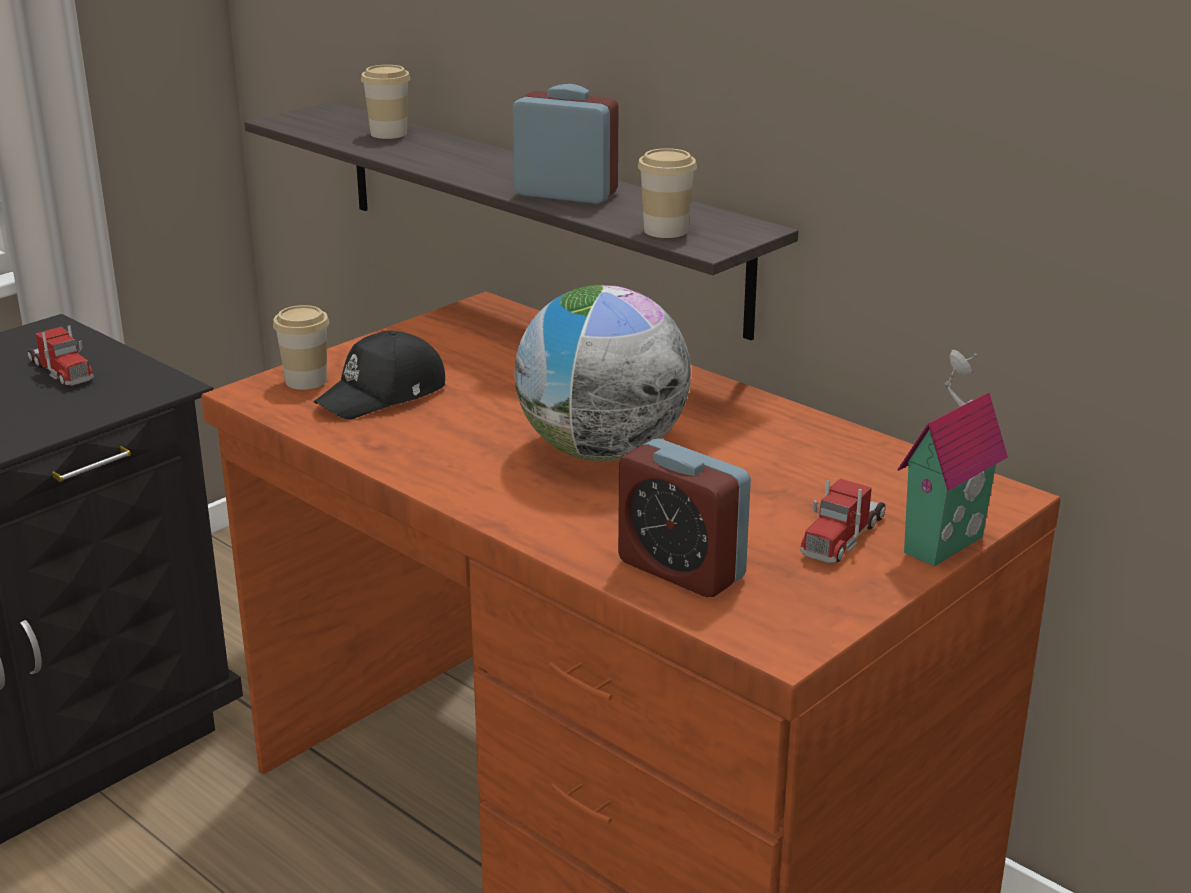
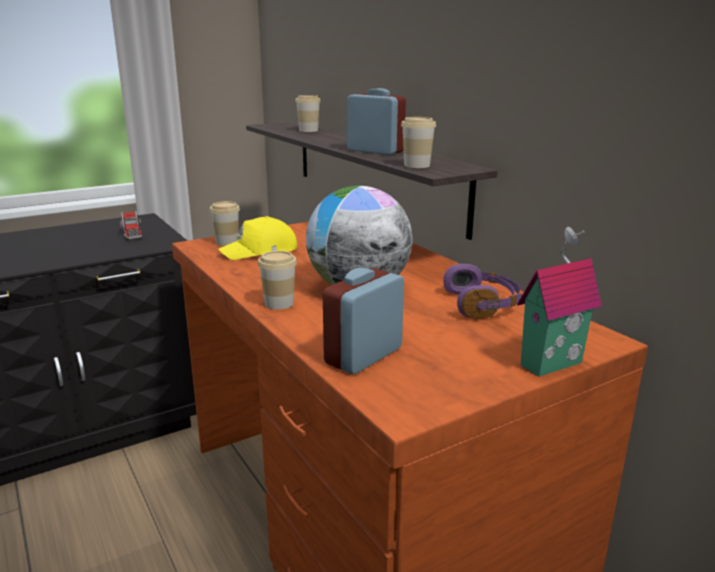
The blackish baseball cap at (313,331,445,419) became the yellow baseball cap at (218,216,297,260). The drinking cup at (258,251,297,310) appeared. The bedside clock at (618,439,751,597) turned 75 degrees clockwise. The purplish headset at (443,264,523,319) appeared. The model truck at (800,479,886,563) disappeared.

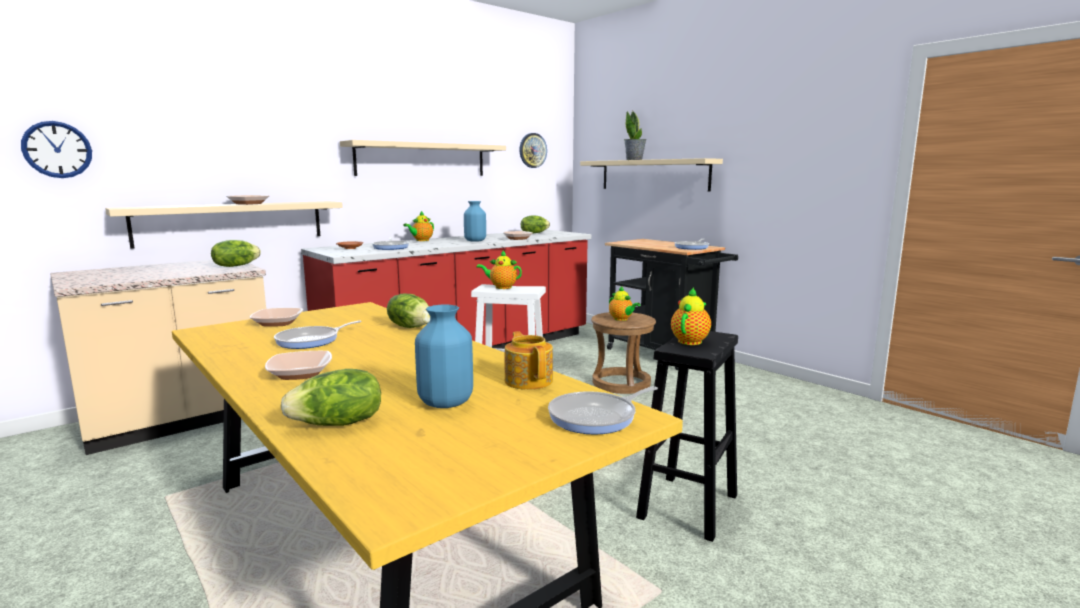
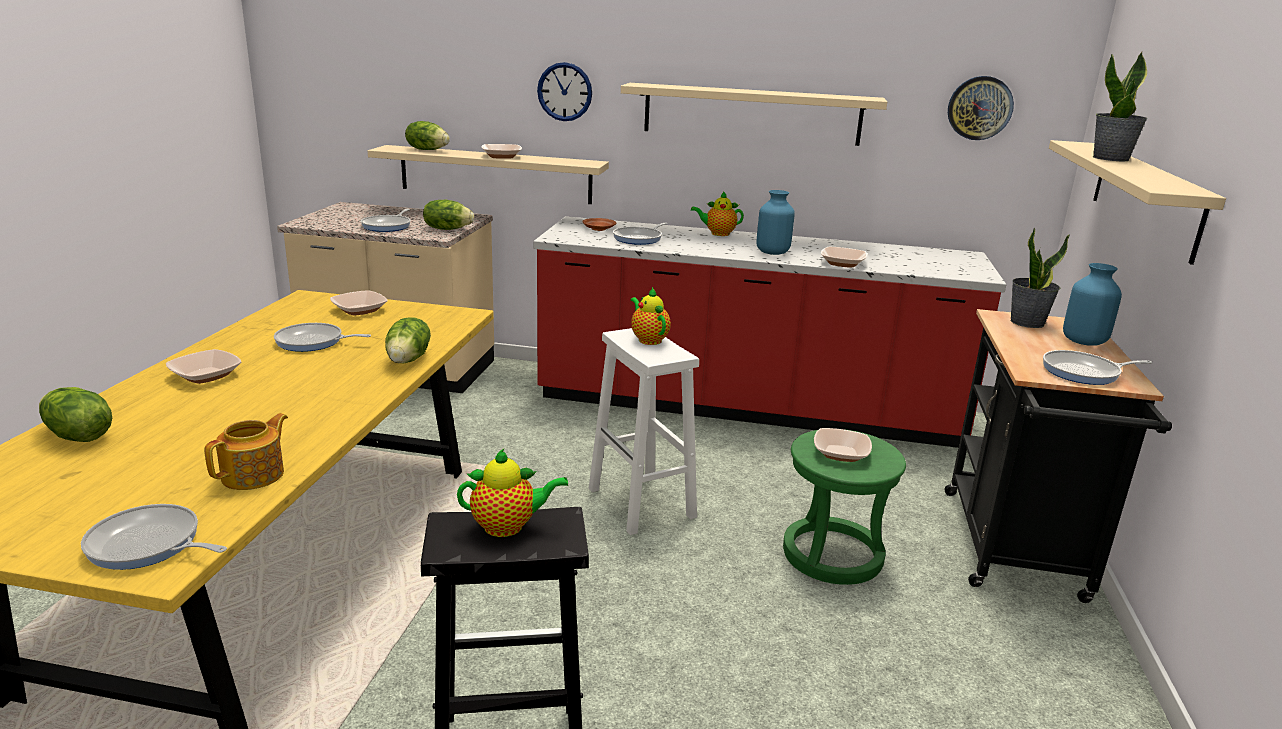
The skillet at (361,209,411,232) appeared. The lettuce moved from (521,215,550,233) to (405,121,450,150). The wall clock moved from (21,121,92,178) to (537,62,592,121). The brown stool seat at (591,312,656,394) became the greenish stool seat at (783,429,906,585). The pot for tea at (609,286,640,321) was replaced by the deep dish at (814,428,872,462). The plant in a pot at (1010,227,1070,328) appeared. The blue-coloured flower vase moved from (415,305,473,408) to (1063,263,1122,346).

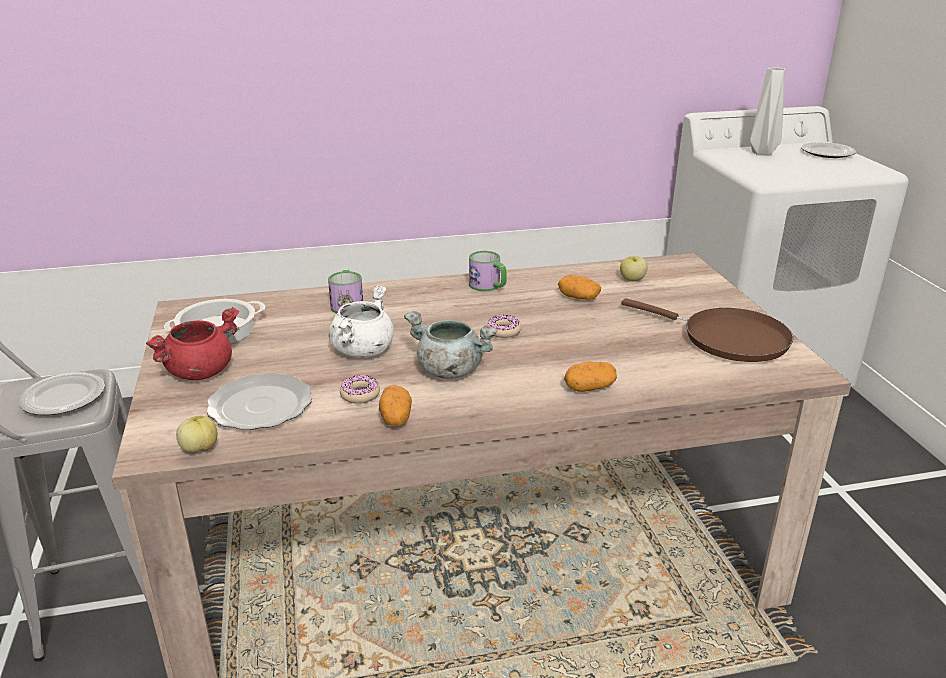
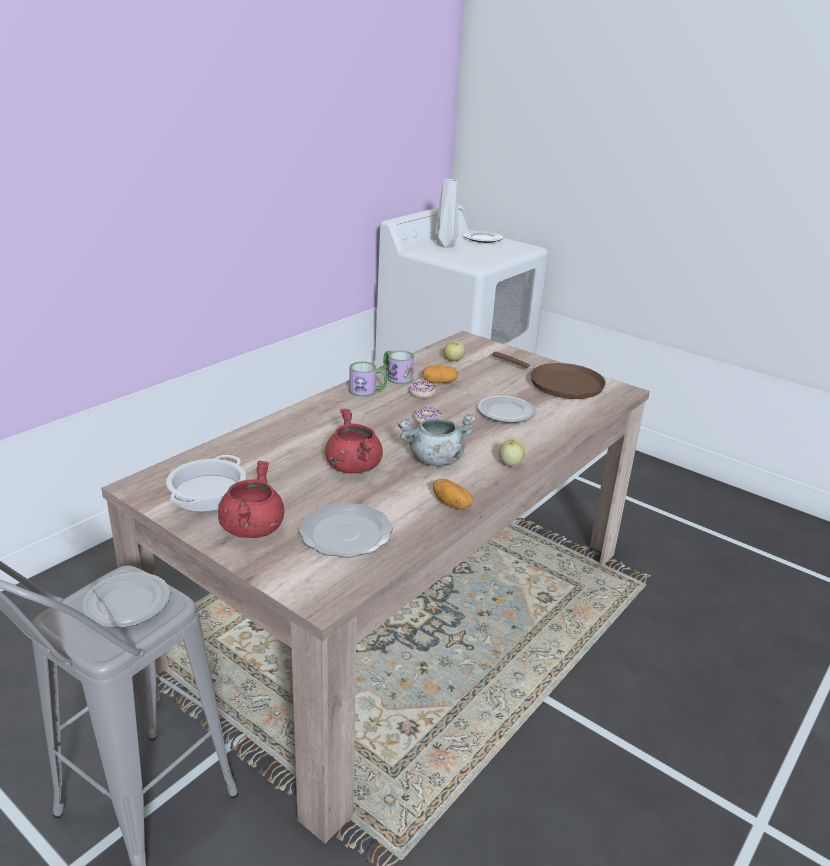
The whitish cooking pot at (329,285,394,357) became the red-coloured cooking pot at (325,409,383,473). The mug moved from (328,270,363,313) to (383,351,414,384). The doughnut moved from (340,375,380,404) to (409,381,436,398). The plate at (478,396,536,423) appeared. The brown skillet at (621,298,793,362) turned 45 degrees clockwise. The apple fruit moved from (176,416,217,453) to (499,439,525,466). The whole potato at (564,361,617,392) disappeared.

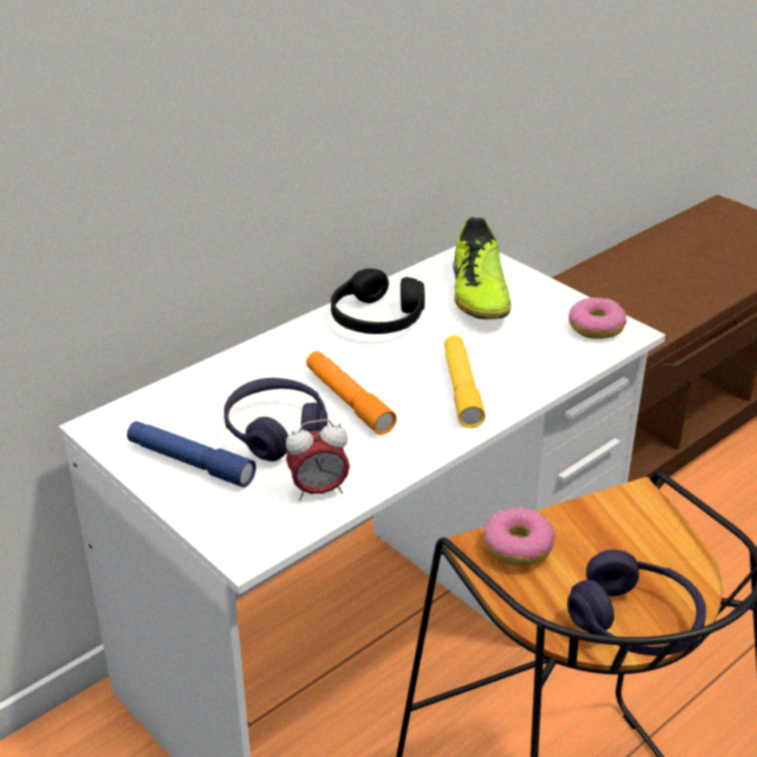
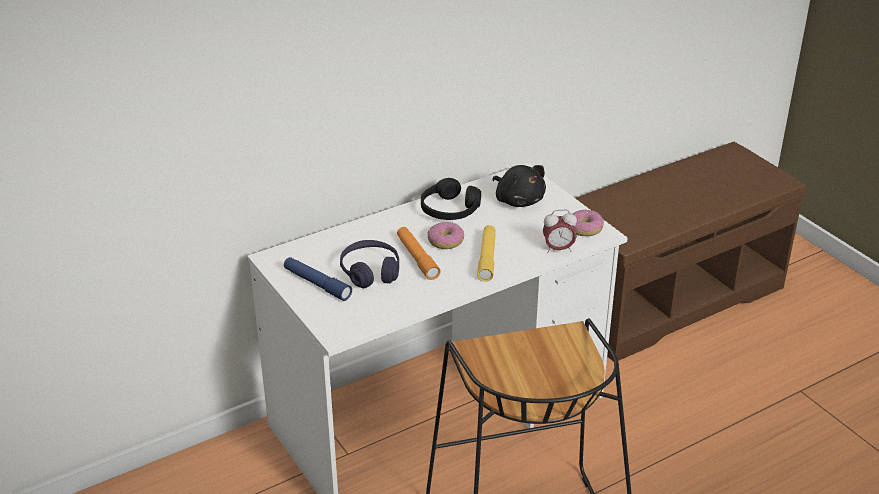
The doughnut moved from (482,507,555,566) to (427,222,464,249). The item of footwear at (453,217,511,319) was replaced by the blackish soft toy at (492,165,546,207). The bedside clock moved from (286,419,350,501) to (543,210,577,253). The purplish headset at (567,549,706,656) disappeared.

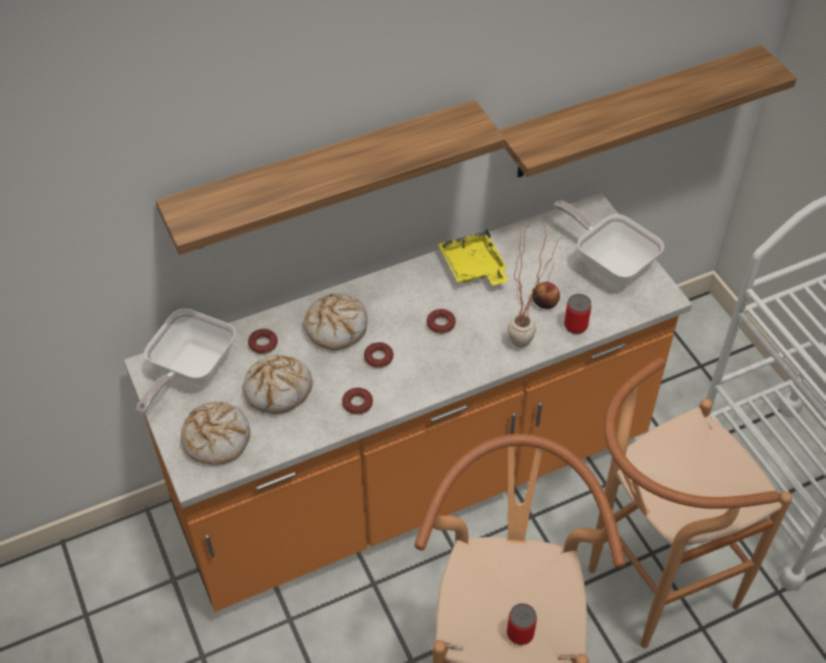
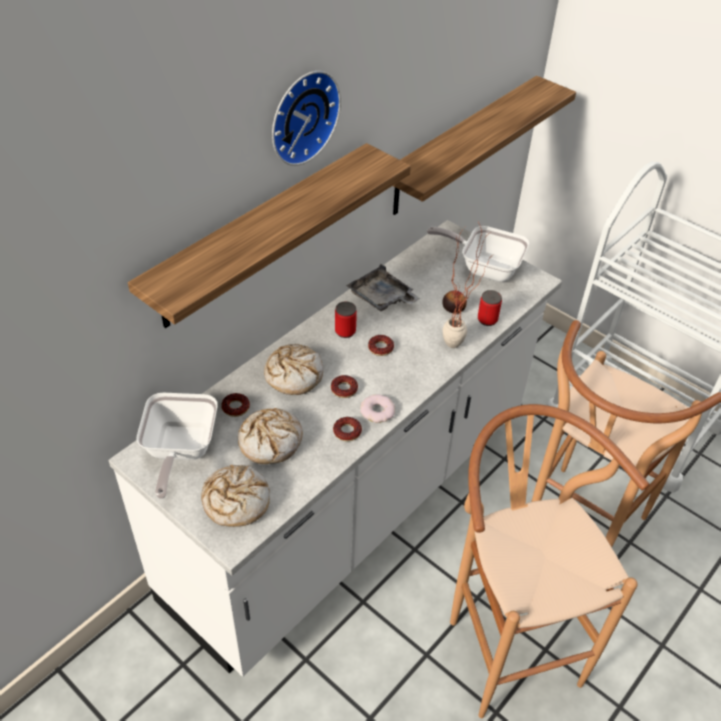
The orange kitchen base unit at (124,193,692,612) became the whitish kitchen base unit at (108,220,562,677). The wall clock at (272,71,341,166) appeared. The metal can moved from (507,603,537,645) to (335,301,357,338). The yellow carrying tray at (438,229,509,285) became the greyish carrying tray at (346,263,420,311). The doughnut at (360,394,395,423) appeared.

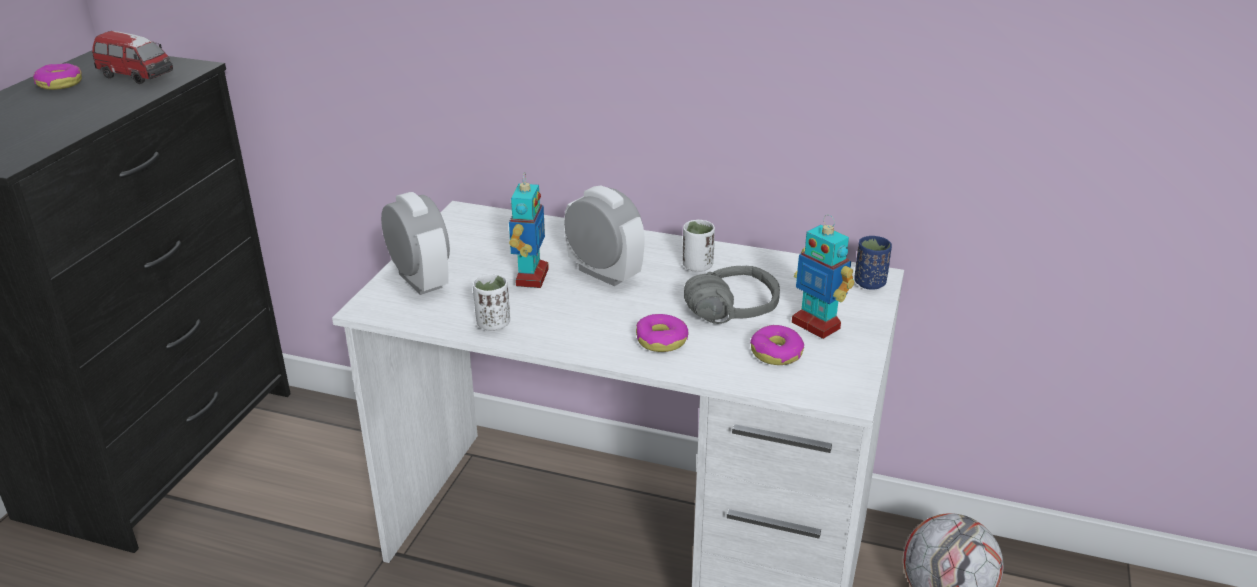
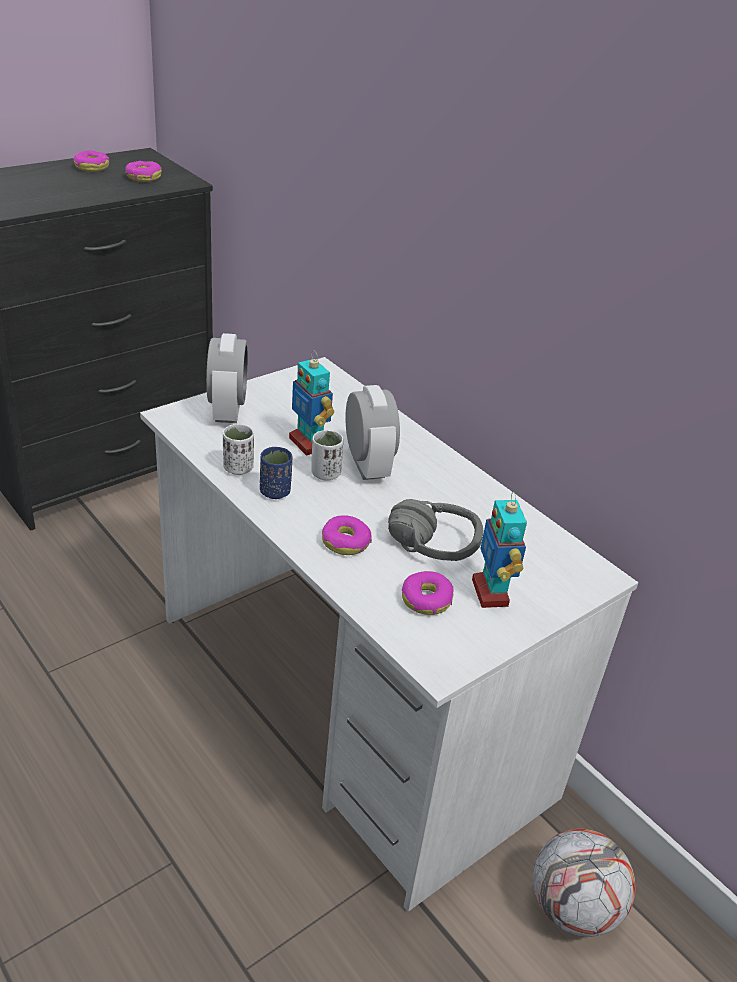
The model car at (92,31,173,84) was replaced by the doughnut at (125,161,162,182). The blue-coloured drinking cup moved from (854,236,892,290) to (260,447,292,499). The model robot at (509,172,549,288) turned 105 degrees clockwise. The whitish drinking cup moved from (683,220,715,272) to (311,430,343,481).

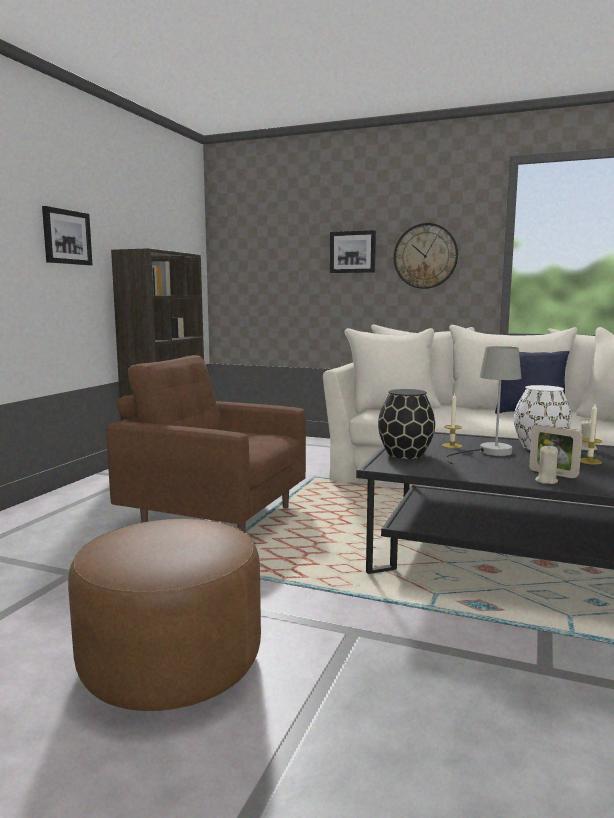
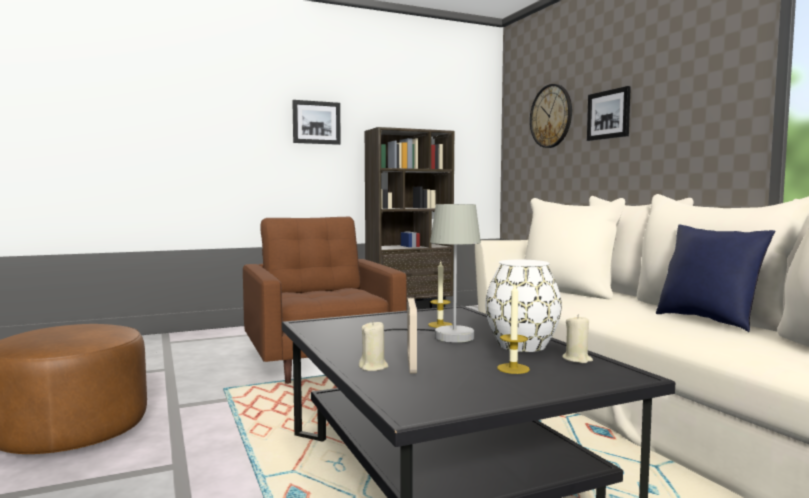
The wall clock moved from (394,223,458,289) to (530,84,572,148). The blackish flower vase at (378,389,435,459) disappeared.

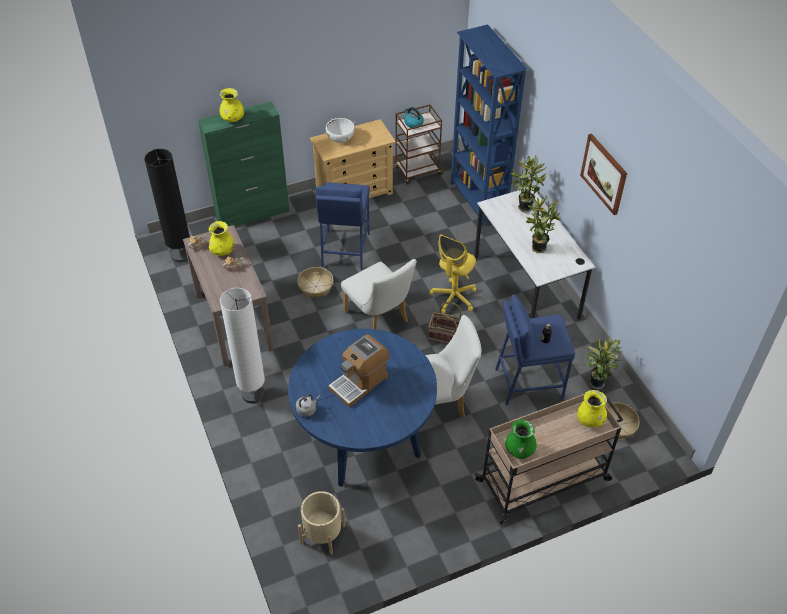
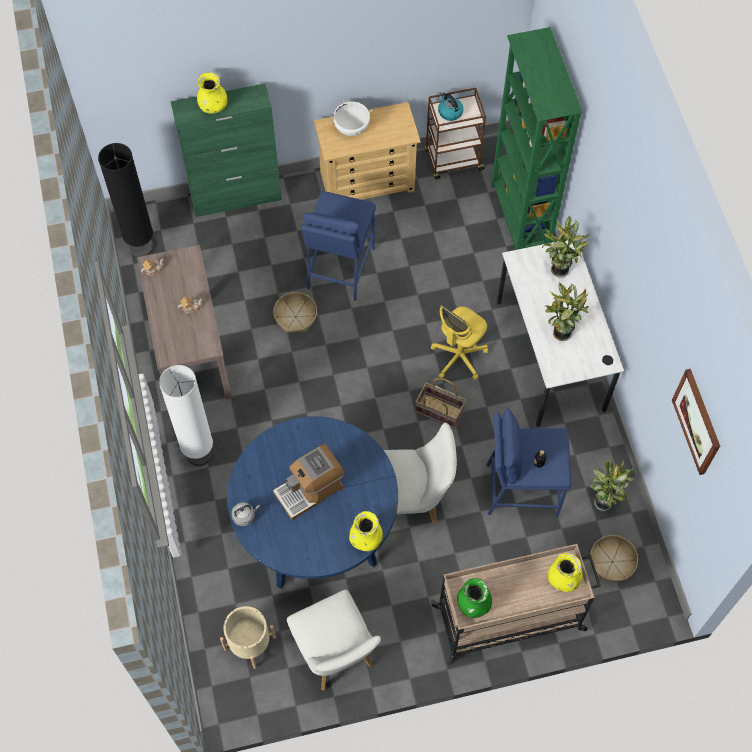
The whitish upright chair moved from (341,259,417,329) to (287,590,381,690). The yellow flower vase moved from (209,221,234,256) to (349,511,383,551). The blue-coloured bookshelf at (451,24,528,227) became the greenish bookshelf at (491,27,583,250). The wall picture moved from (580,134,627,215) to (672,369,720,475).

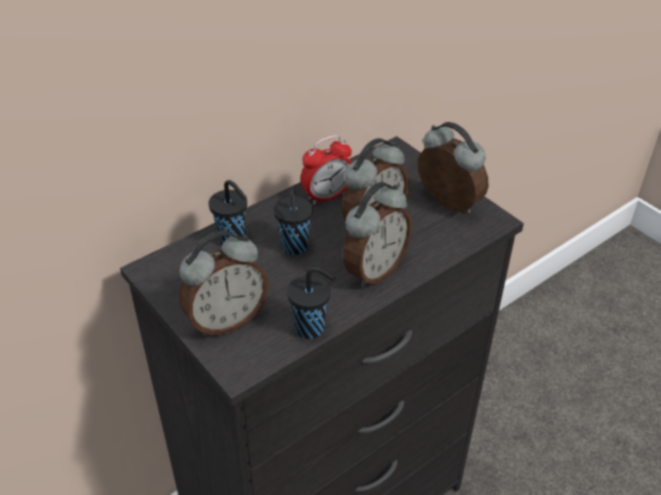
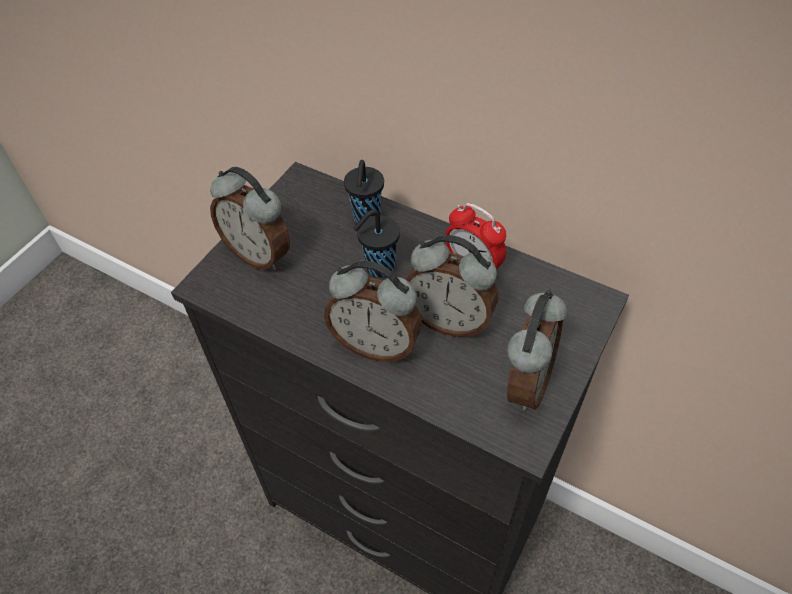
The blackish drinking cup at (287,267,335,339) disappeared.

